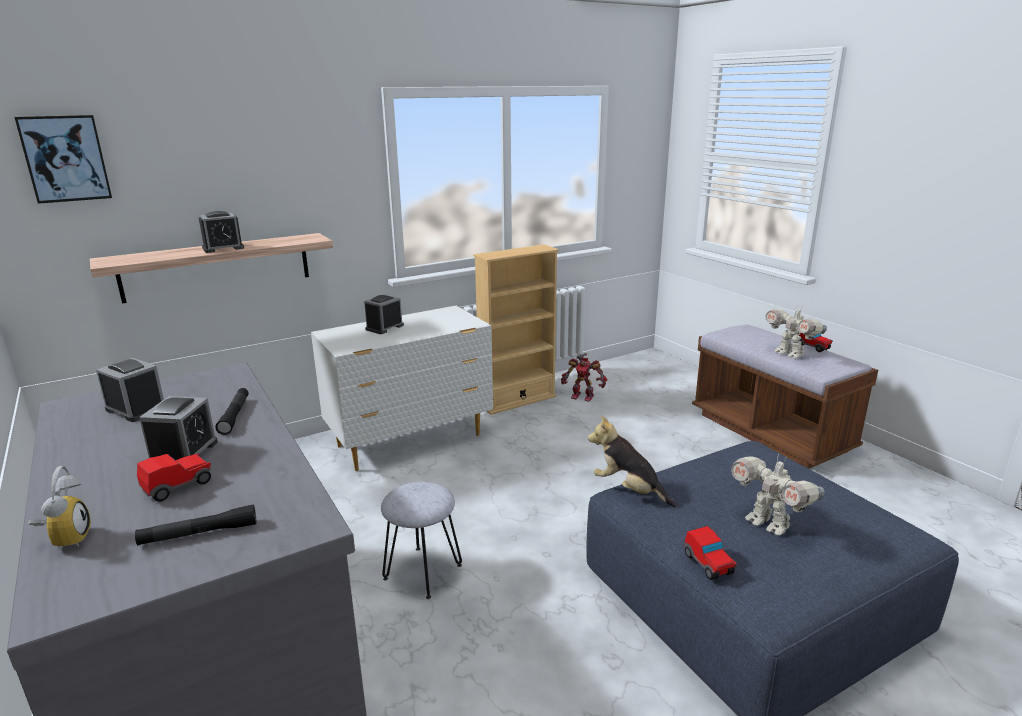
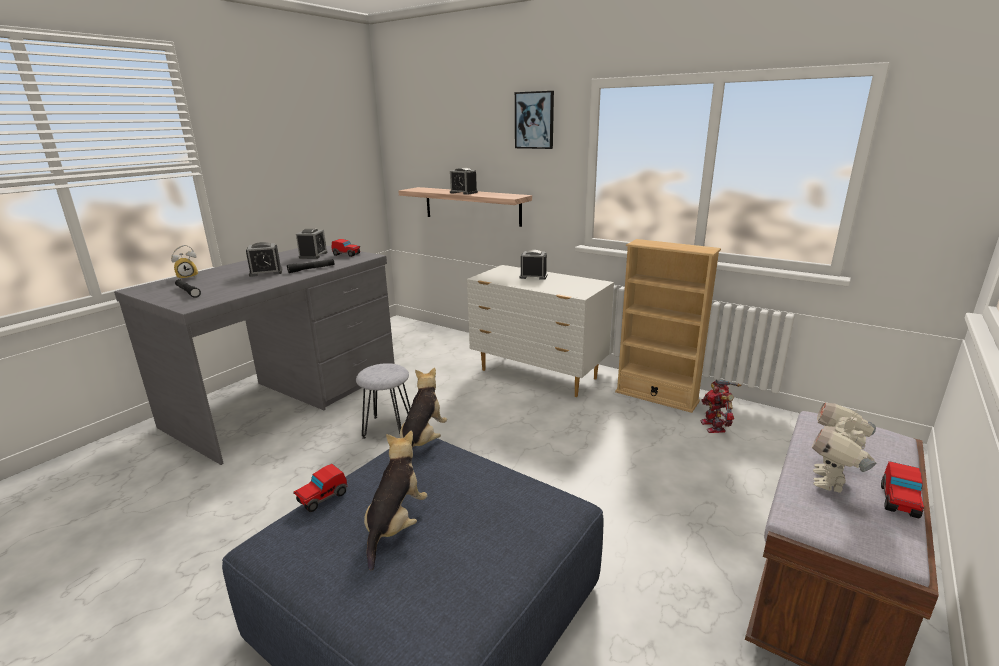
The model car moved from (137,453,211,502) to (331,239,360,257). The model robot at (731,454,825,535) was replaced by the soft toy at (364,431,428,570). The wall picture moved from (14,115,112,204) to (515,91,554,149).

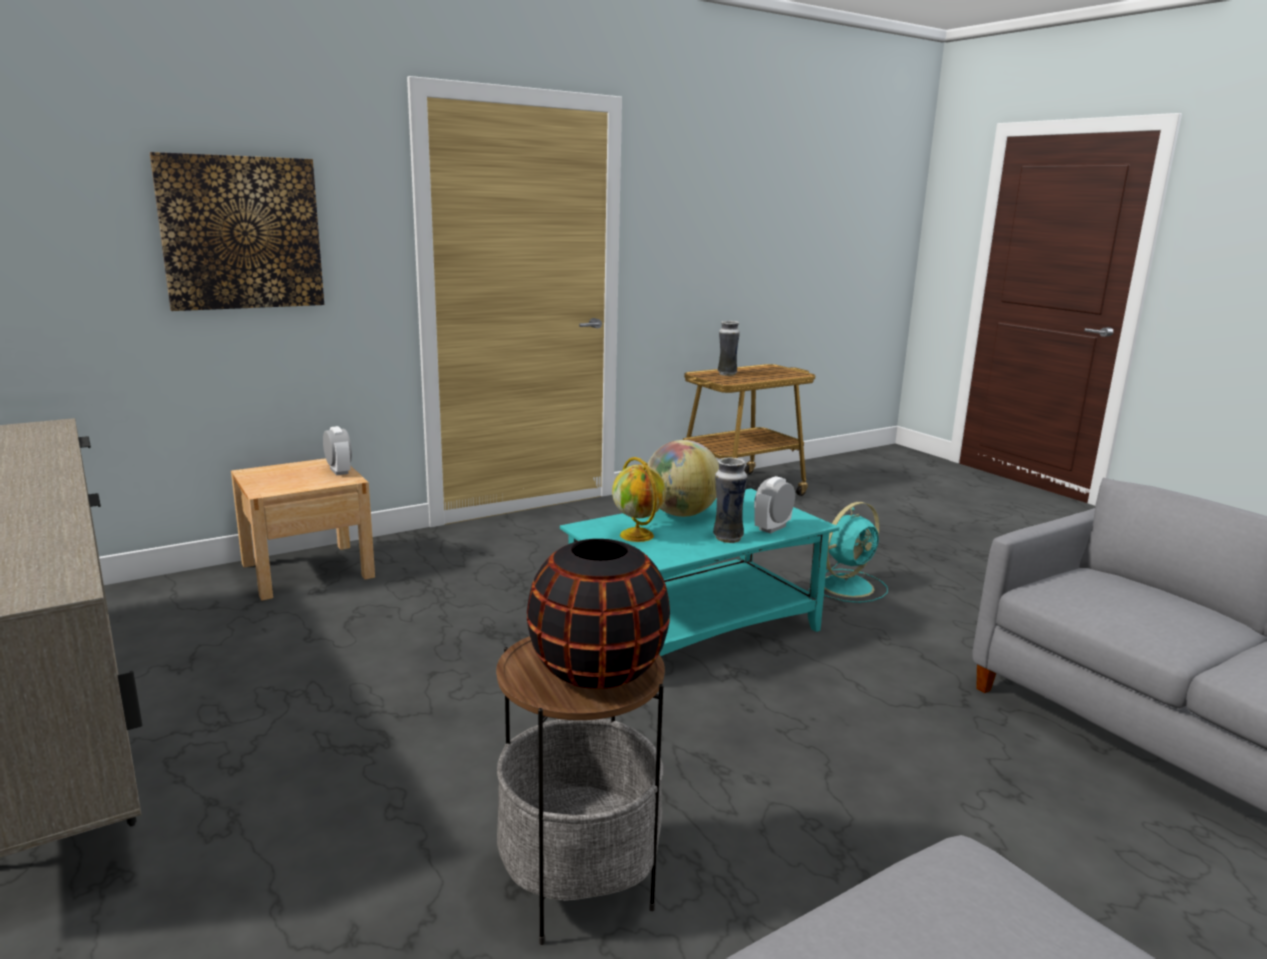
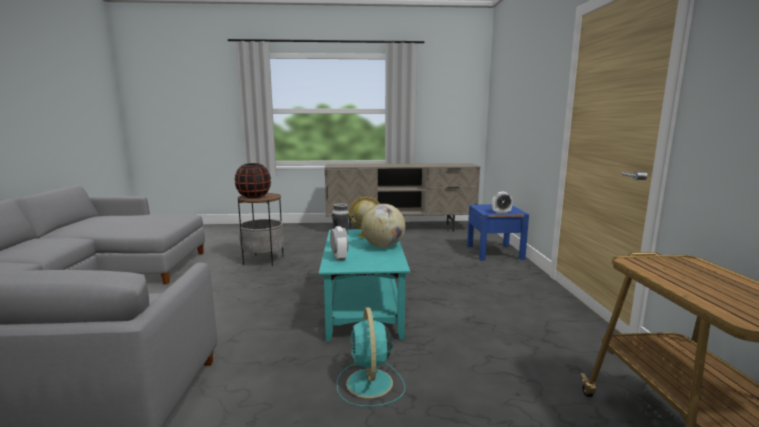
The beige bedside table at (231,458,375,601) became the blue-coloured bedside table at (467,204,529,261). The wall picture at (149,152,324,311) disappeared. The flower vase at (718,321,740,376) disappeared.

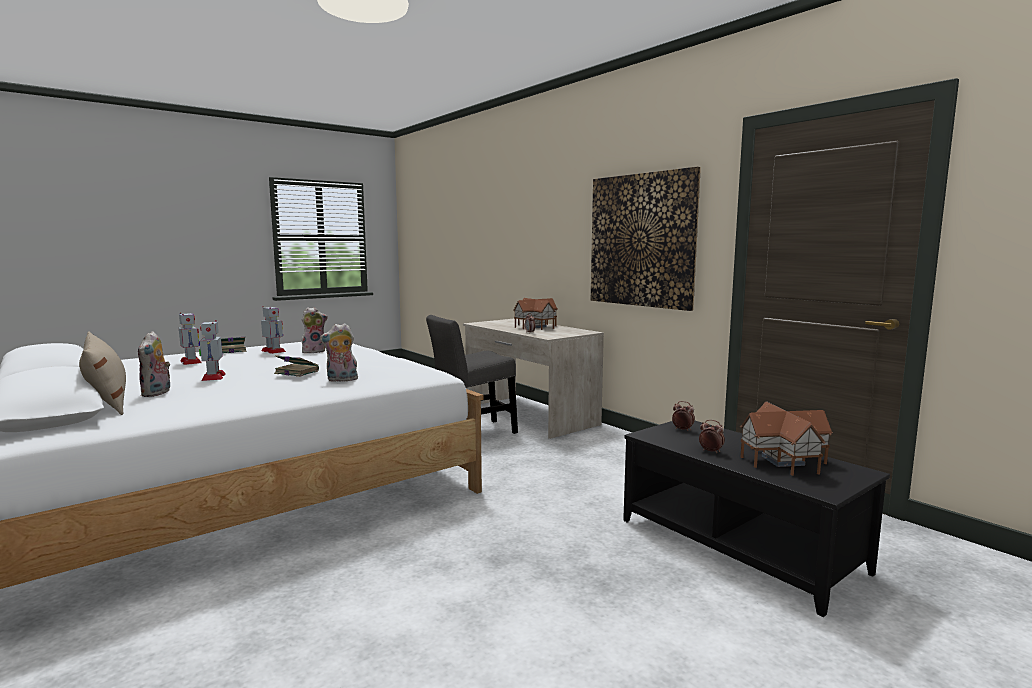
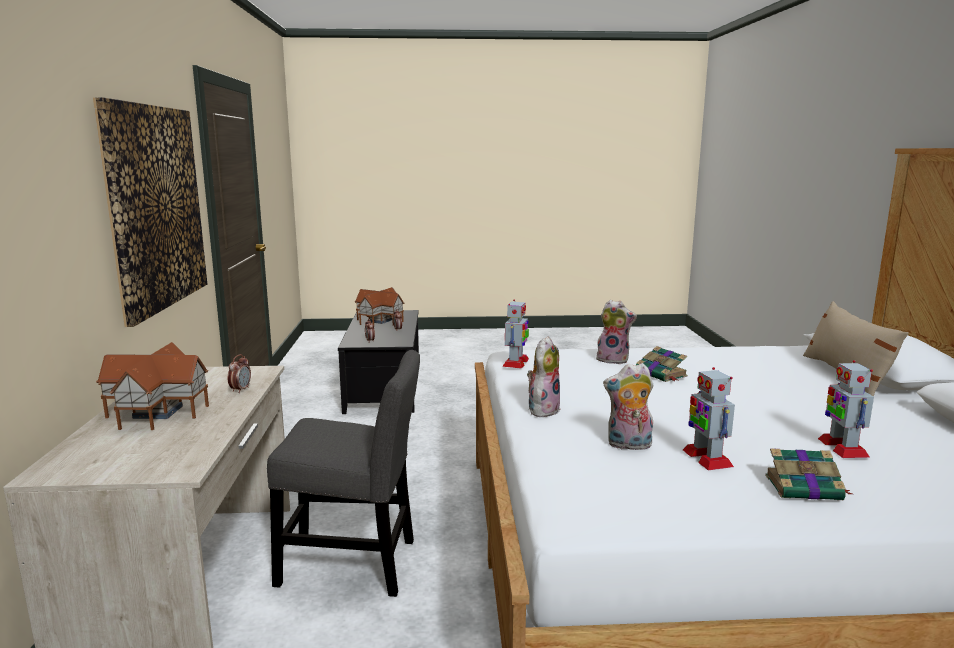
The model robot moved from (199,320,226,381) to (502,299,529,369). The soft toy moved from (138,331,170,397) to (527,336,561,417).

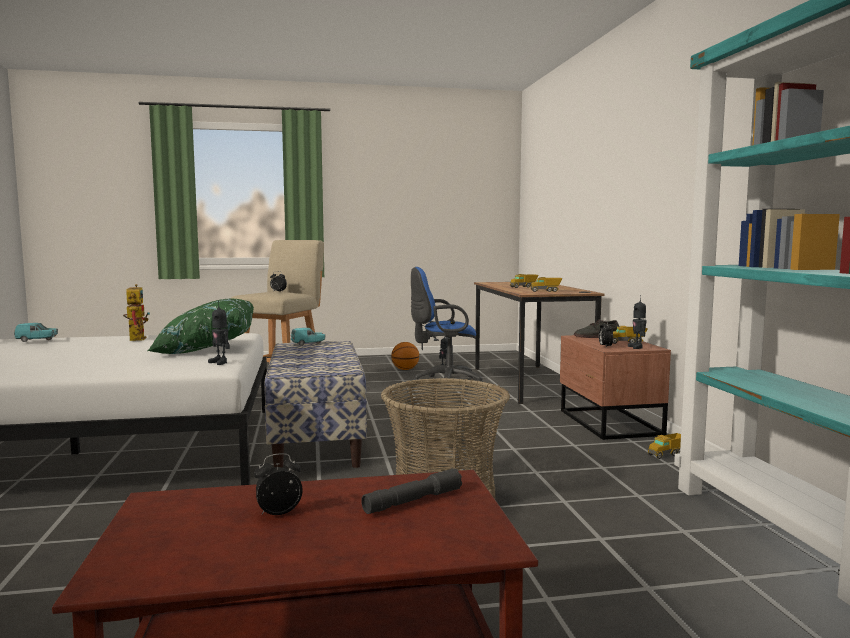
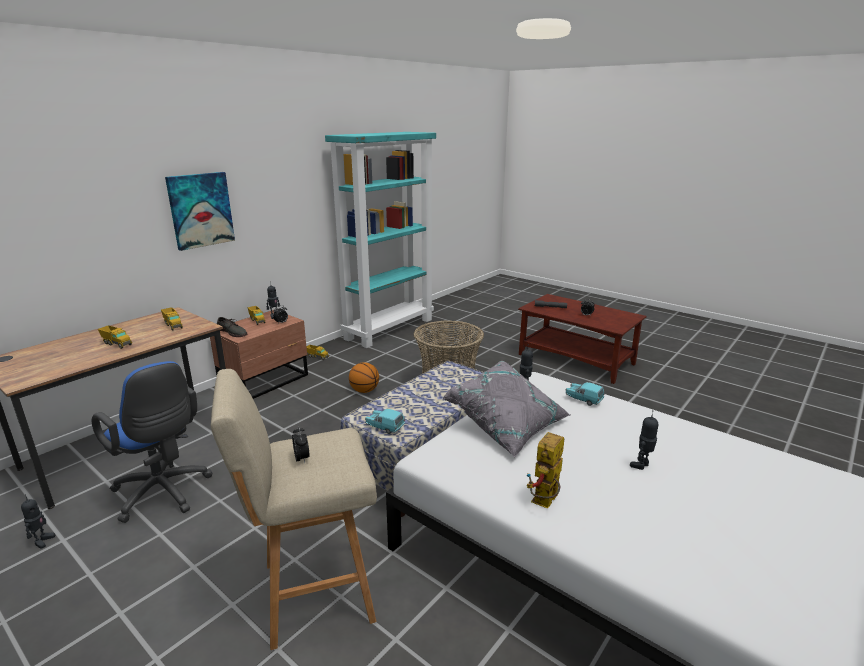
The wall picture at (165,172,235,251) appeared. The ball for basketball moved from (391,342,419,370) to (349,362,379,393). The greenish pillow at (148,298,254,354) became the greyish pillow at (442,361,570,458). The turquoise model car moved from (14,323,58,342) to (565,382,605,406). The model robot at (630,410,658,470) appeared.

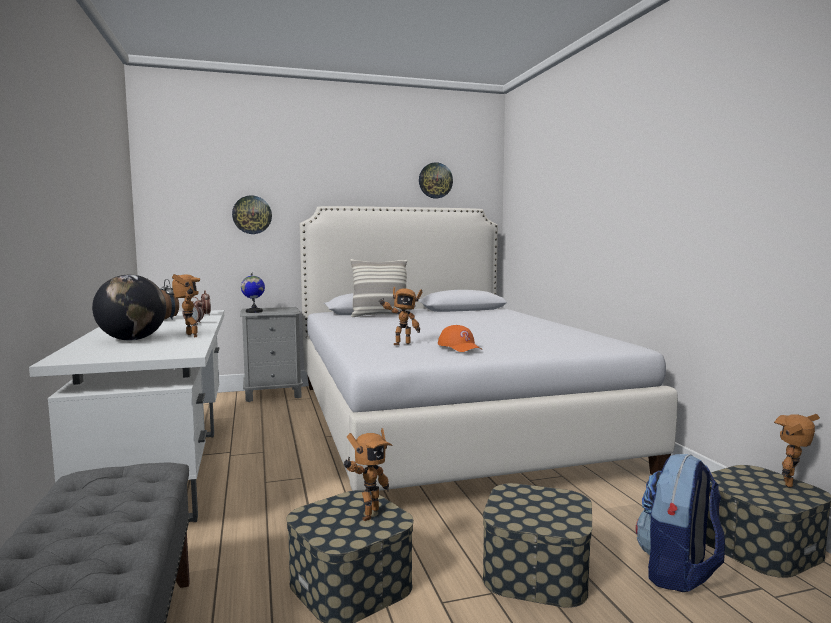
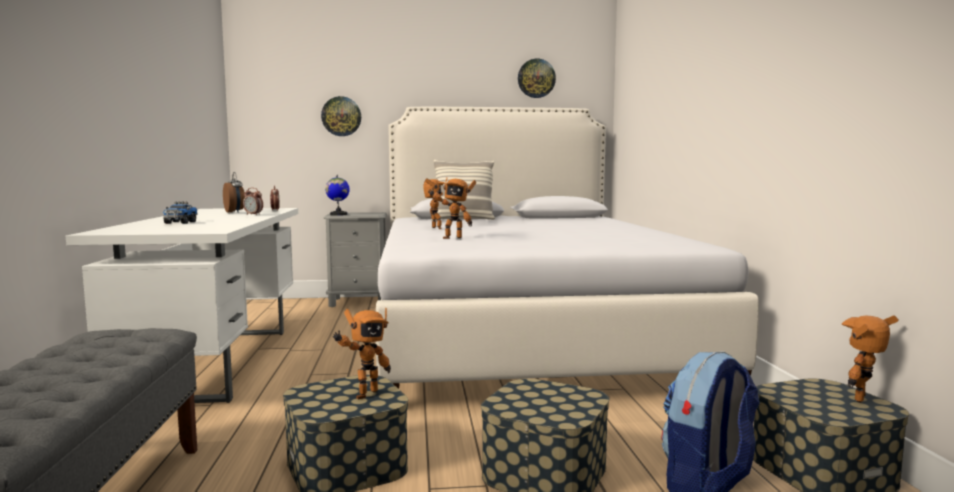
The desk globe at (92,275,166,341) was replaced by the model truck at (163,201,197,224). The model robot moved from (172,274,200,337) to (423,178,445,229). The orange baseball cap at (438,325,481,352) disappeared.

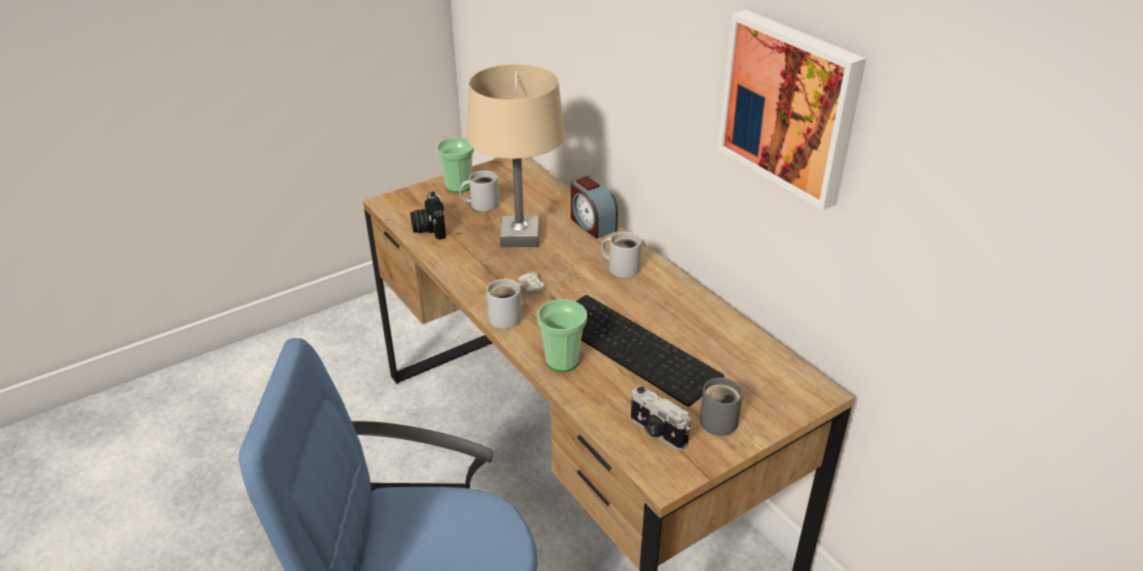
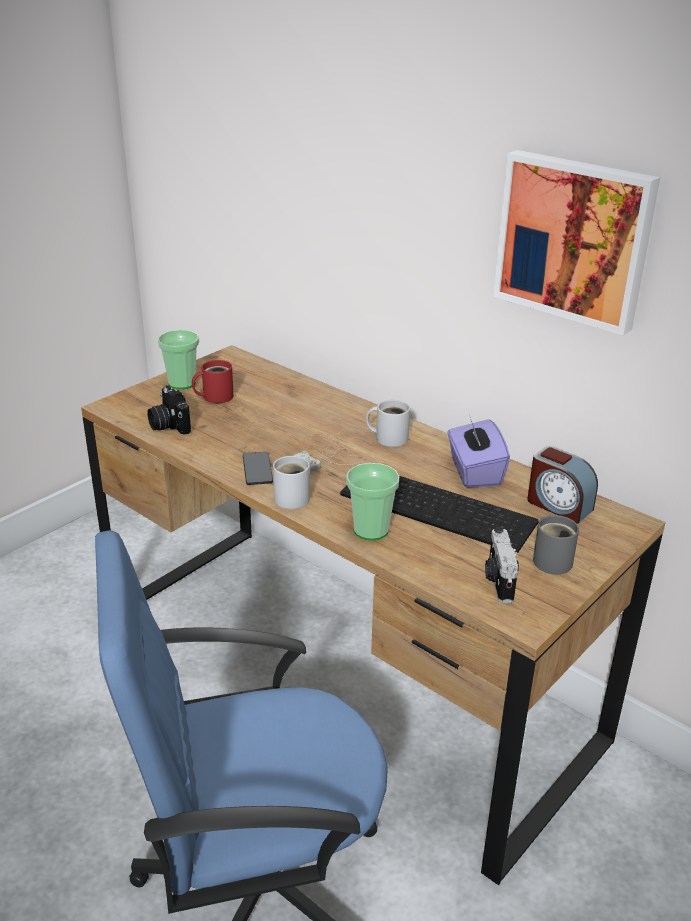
The whitish mug at (460,170,499,211) became the red-coloured mug at (192,360,234,403). The handset at (243,452,273,485) appeared. The purplish tissue holder at (448,414,510,488) appeared. The still camera at (631,386,691,450) turned 60 degrees clockwise. The bedside clock moved from (571,176,618,239) to (527,446,598,524). The beige tabletop lamp at (467,64,565,247) disappeared.

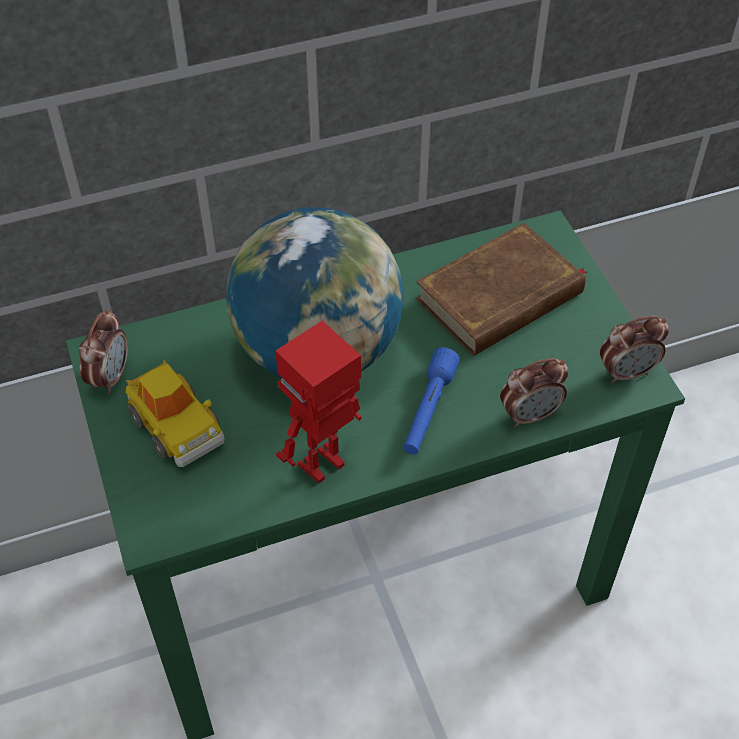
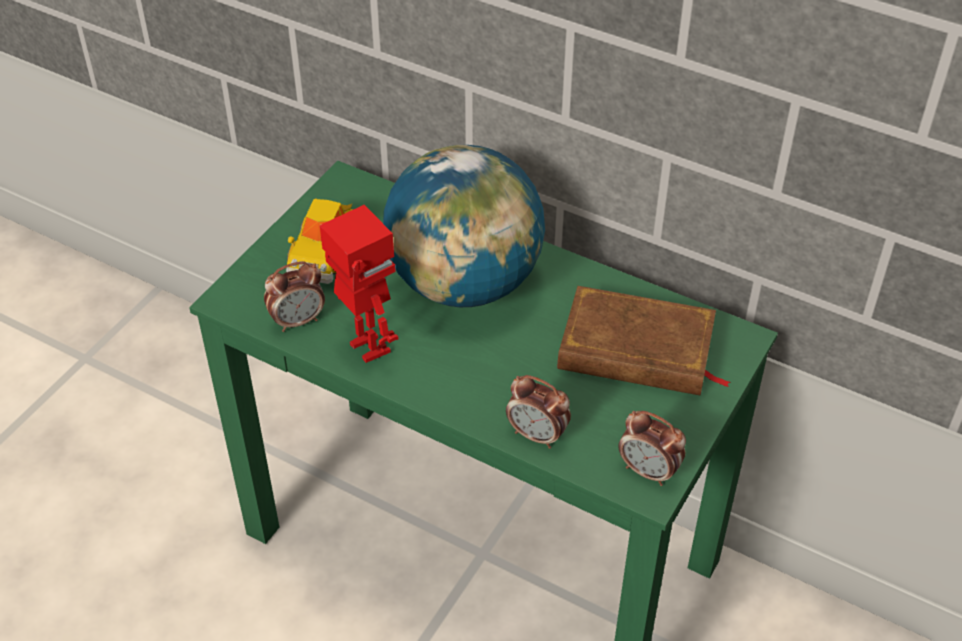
The bedside clock moved from (79,309,128,394) to (264,261,325,332). The model robot at (276,321,362,483) turned 45 degrees clockwise. The blue-coloured flashlight at (403,347,460,454) disappeared.

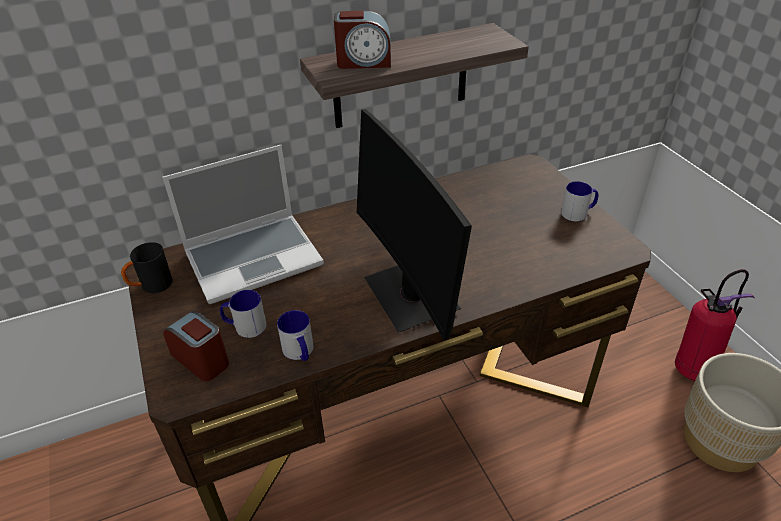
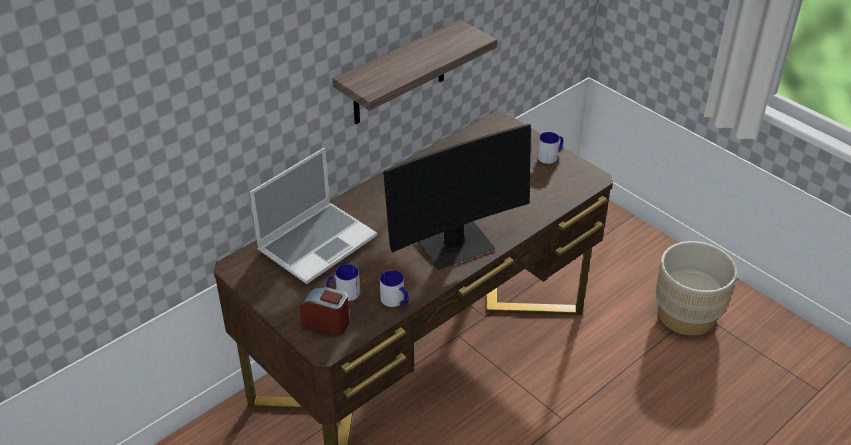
The computer display at (357,109,472,341) turned 75 degrees counterclockwise. The blackish mug at (121,242,173,293) disappeared. The bedside clock at (334,11,391,69) disappeared. The extinguisher at (675,269,755,381) disappeared.

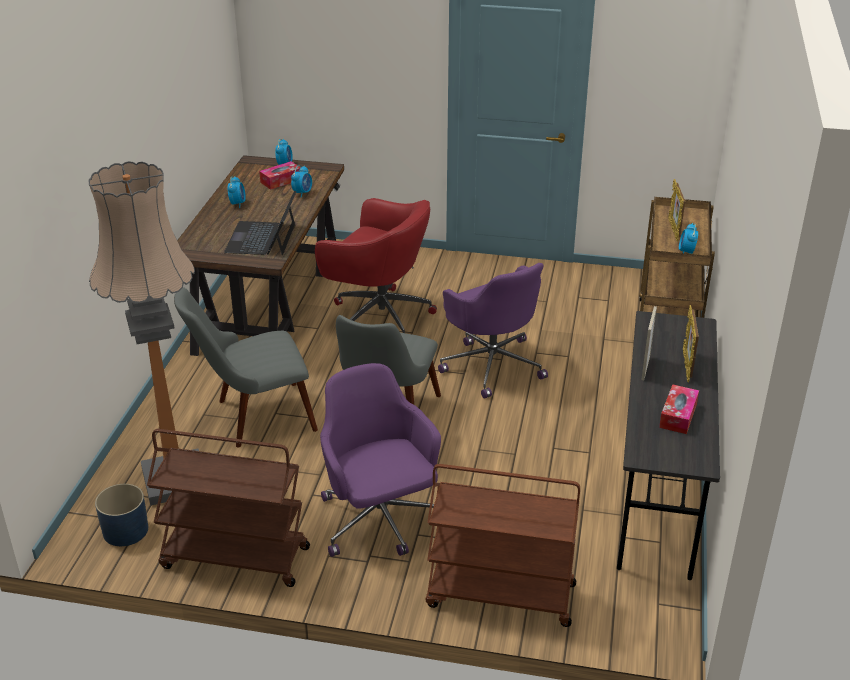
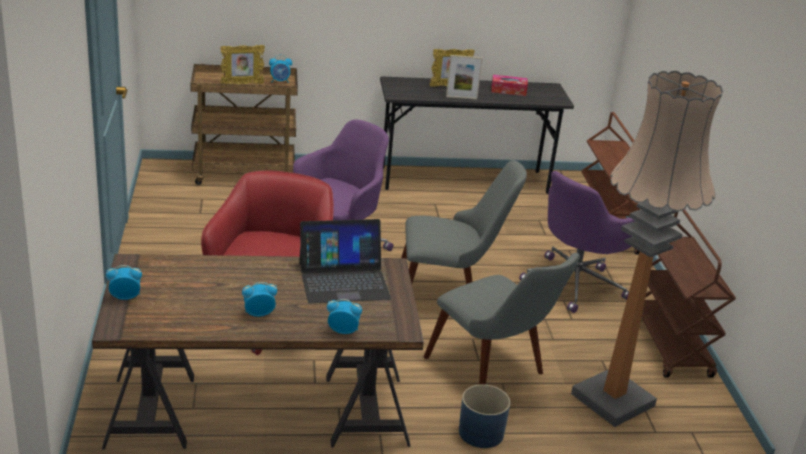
The bedside clock moved from (291,165,312,198) to (327,299,362,334). The blue-coloured plant pot moved from (95,484,148,546) to (459,384,510,448). The tissue holder at (259,161,301,190) disappeared.

